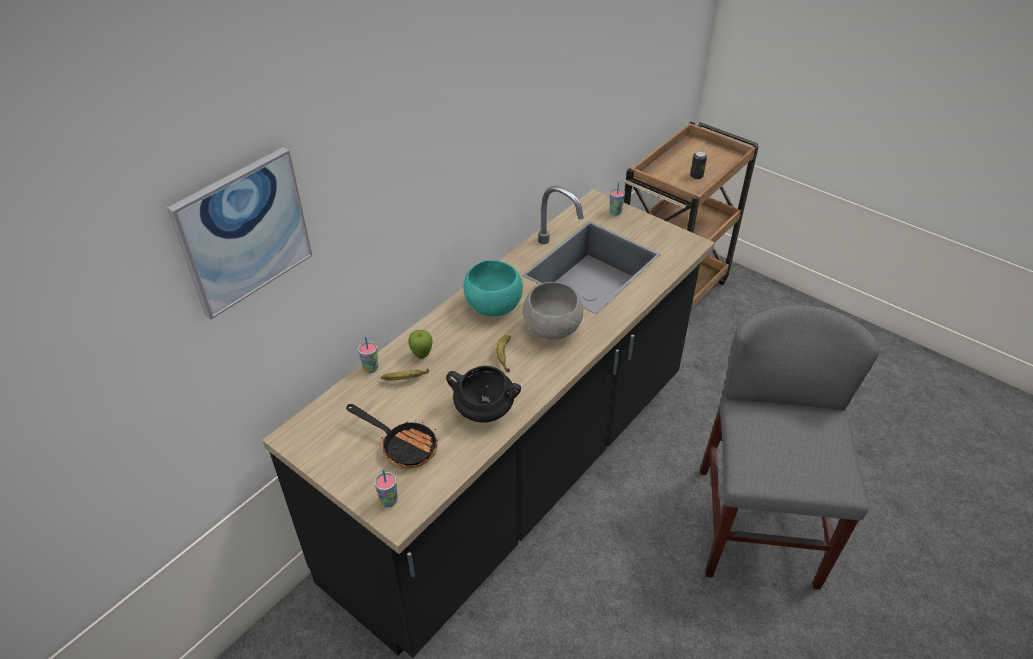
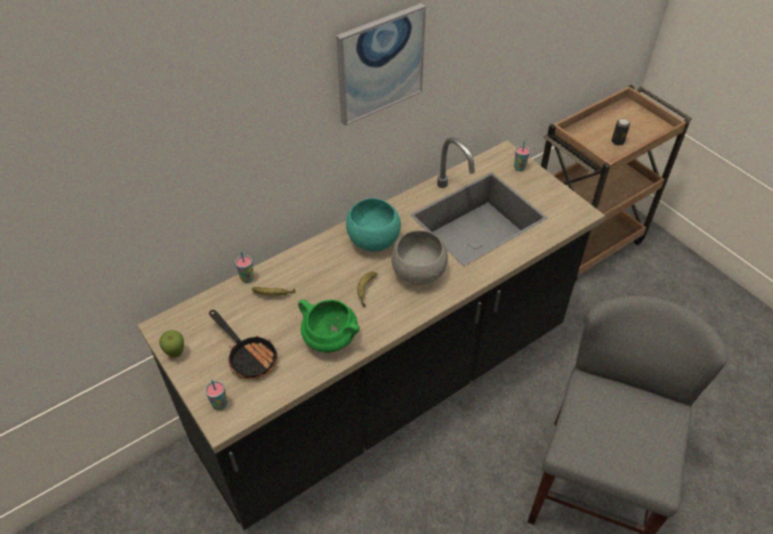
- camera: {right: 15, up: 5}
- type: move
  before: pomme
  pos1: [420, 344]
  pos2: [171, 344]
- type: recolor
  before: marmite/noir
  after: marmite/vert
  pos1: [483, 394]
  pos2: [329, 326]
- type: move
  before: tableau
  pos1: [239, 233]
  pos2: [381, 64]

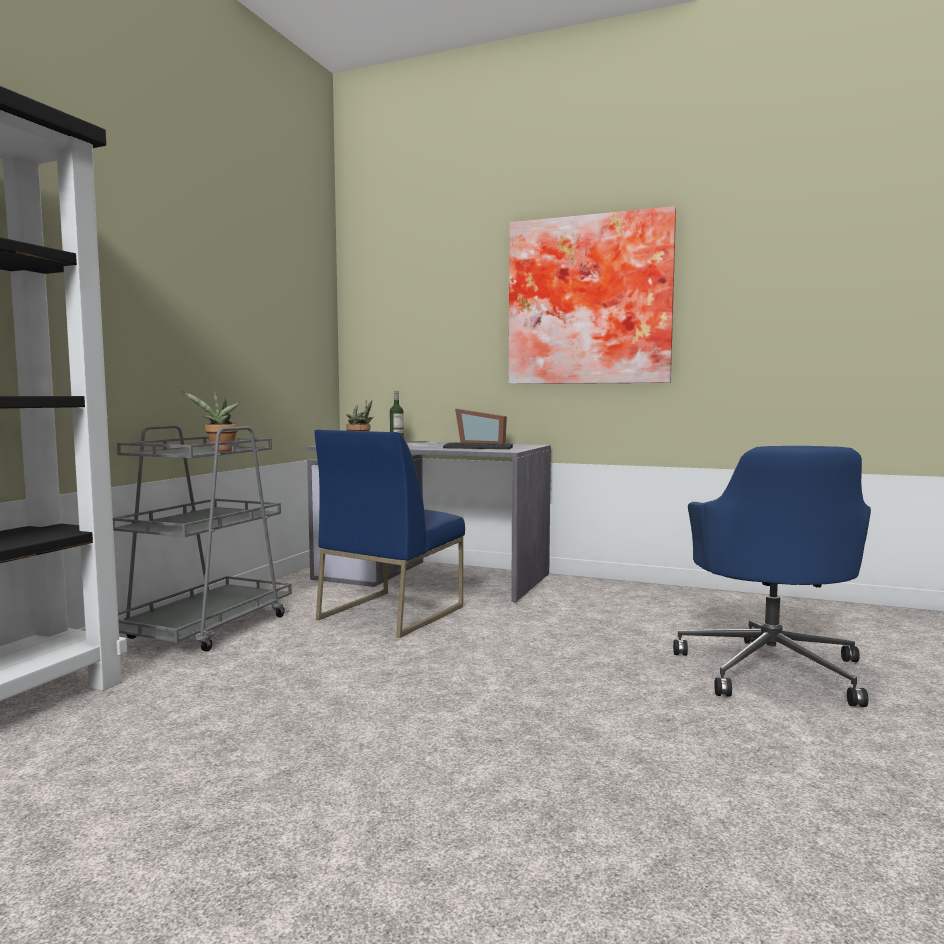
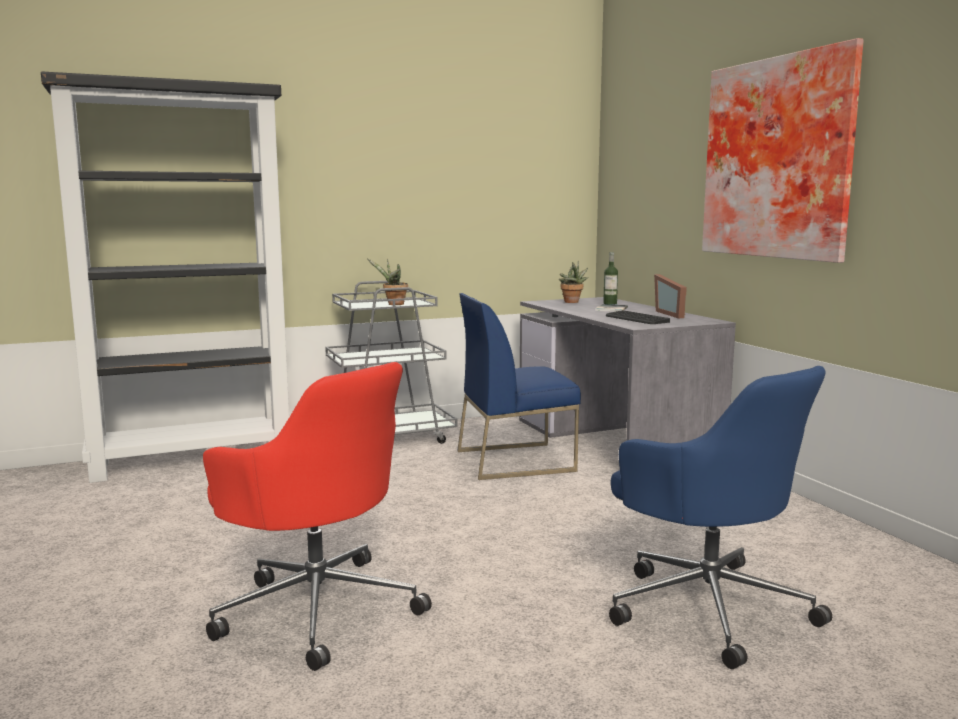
- camera: {right: 45, up: 5}
- type: insert
  after: chaise de bureau/rouge
  pos2: [317, 516]
- type: rotate
  before: chaise de bureau/bleu
  pos1: [772, 576]
  pos2: [720, 517]
  turn: -90

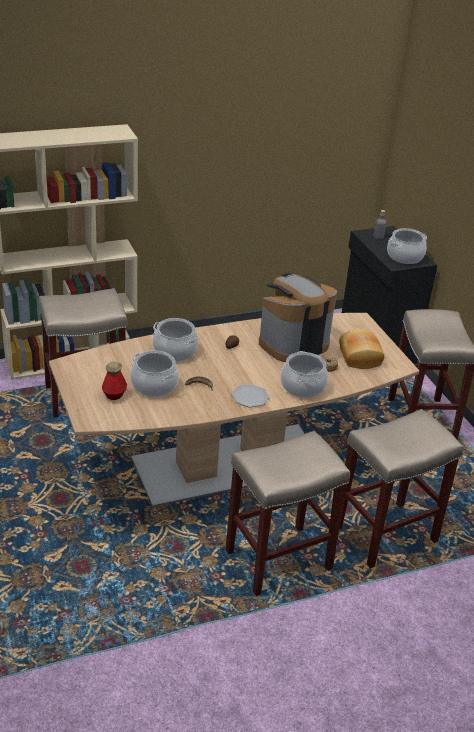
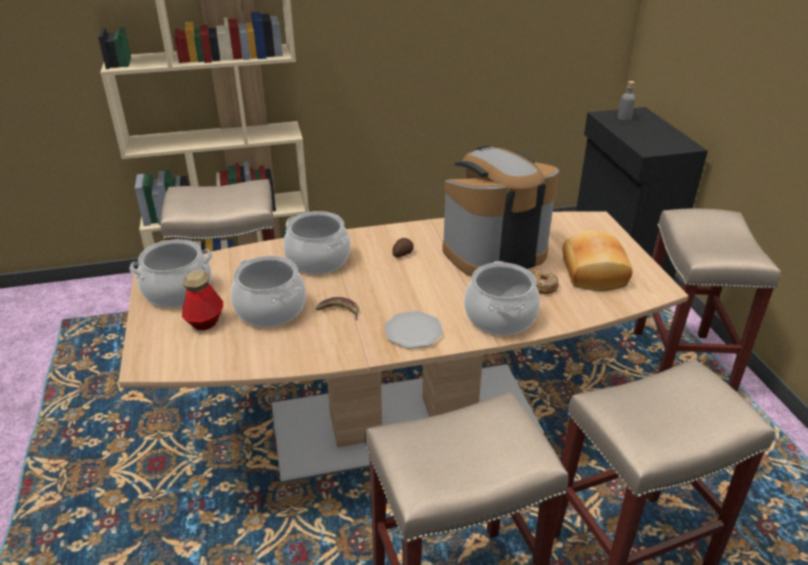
- camera: {right: 10, up: 0}
- type: move
  before: marmite
  pos1: [407, 246]
  pos2: [171, 273]

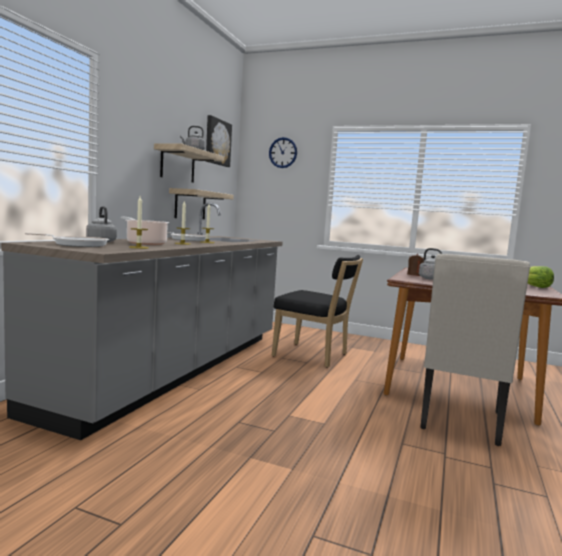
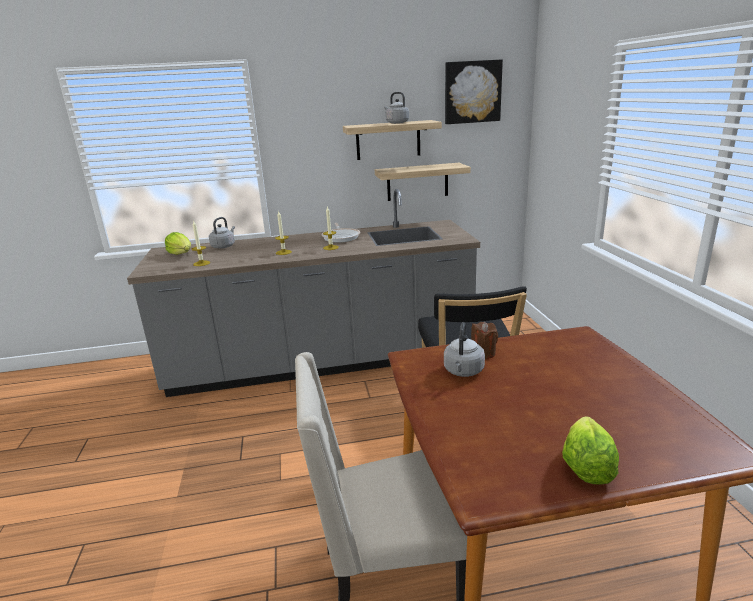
- camera: {right: 60, up: 15}
- type: replace
  before: poêle
  after: laitue
  pos1: [67, 240]
  pos2: [178, 243]
- type: delete
  before: marmite
  pos1: [145, 230]
- type: delete
  before: horloge murale
  pos1: [283, 152]

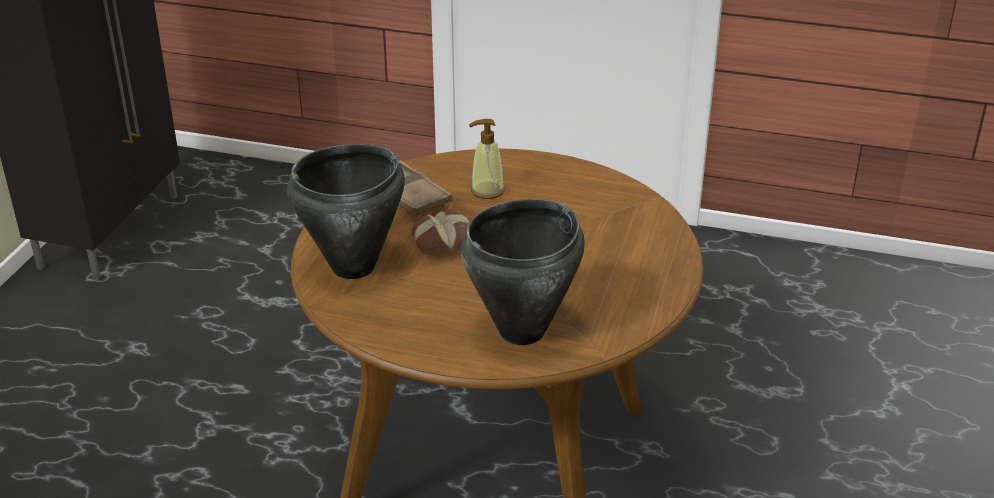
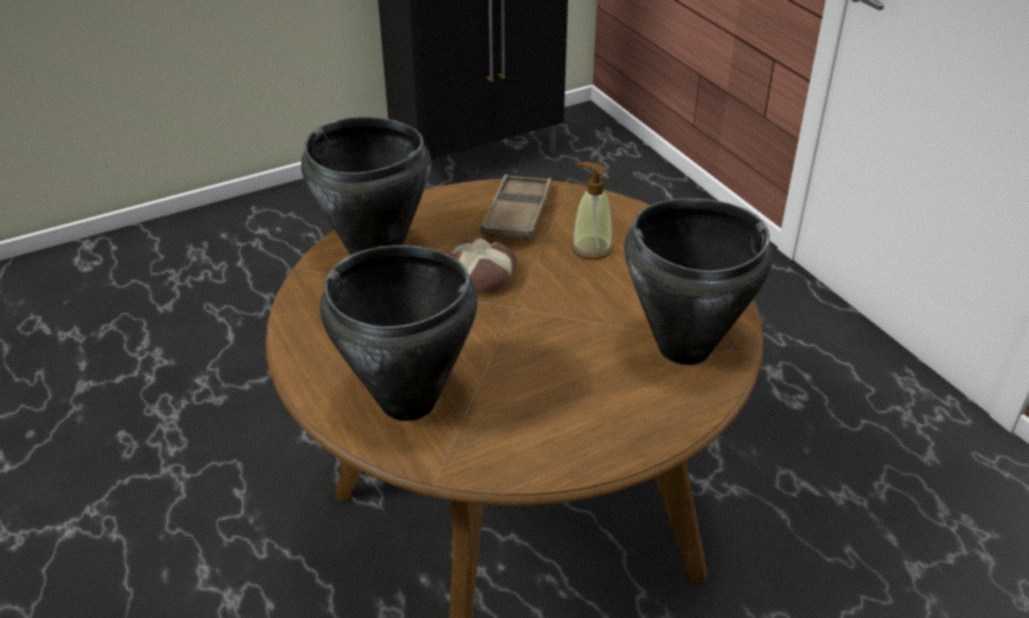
- camera: {right: 45, up: 5}
- type: insert
  after: marmite/noir
  pos2: [698, 281]

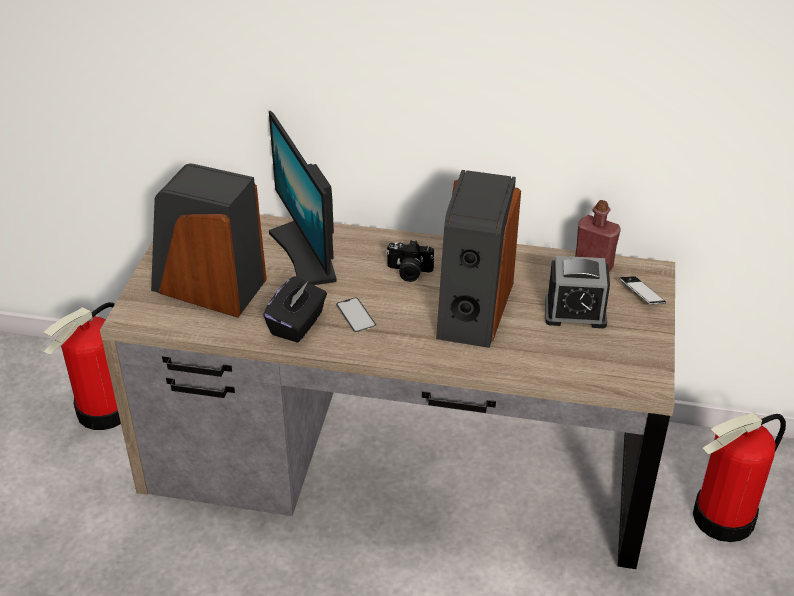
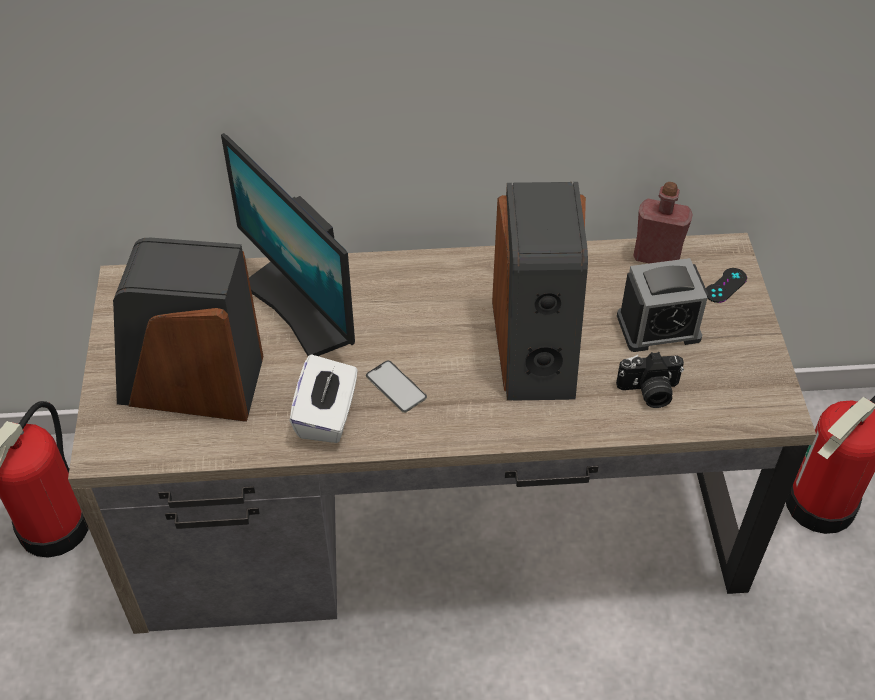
- camera: {right: -15, up: 10}
- type: recolor
  before: boîte à mouchoirs/noir
  after: boîte à mouchoirs/blanc
  pos1: [295, 309]
  pos2: [324, 398]
- type: move
  before: appareil photo
  pos1: [410, 261]
  pos2: [650, 380]
- type: replace
  before: téléphone
  after: manette/noir
  pos1: [643, 290]
  pos2: [726, 285]

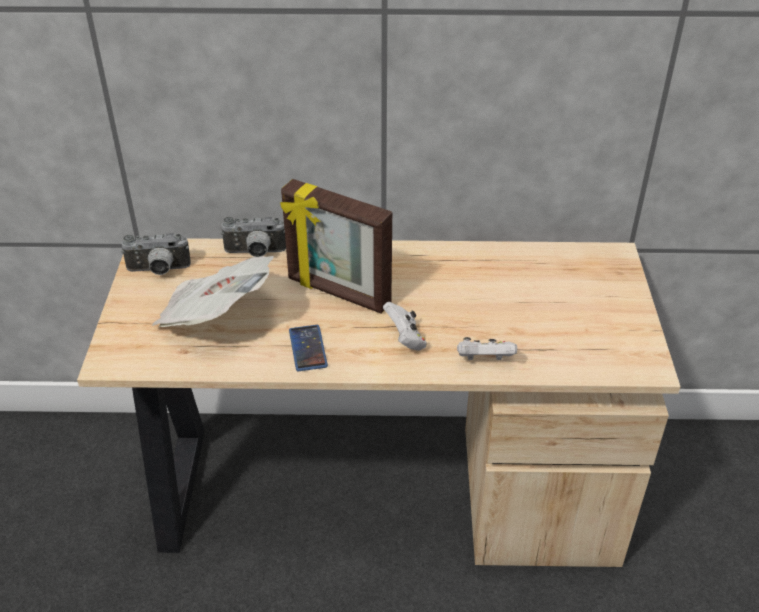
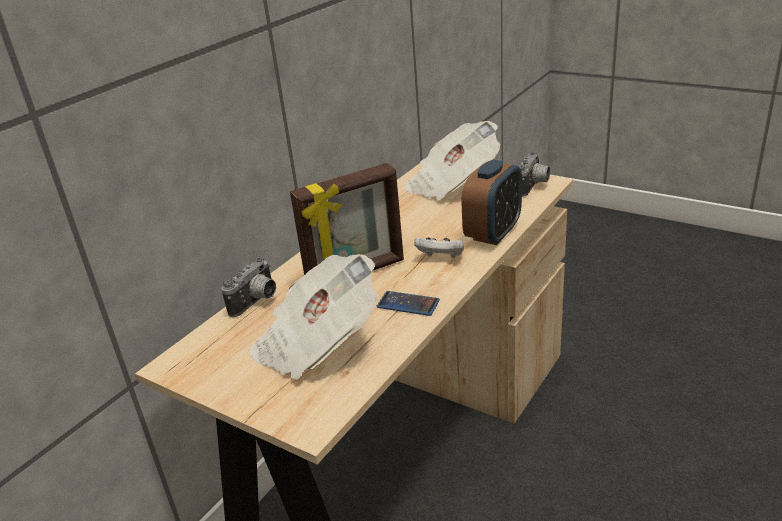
- camera: {right: -55, up: -10}
- type: insert
  after: journal
  pos2: [452, 160]
- type: replace
  before: manette/blanc
  after: réveil
  pos1: [487, 348]
  pos2: [492, 202]
- type: move
  before: appareil photo
  pos1: [156, 254]
  pos2: [534, 174]

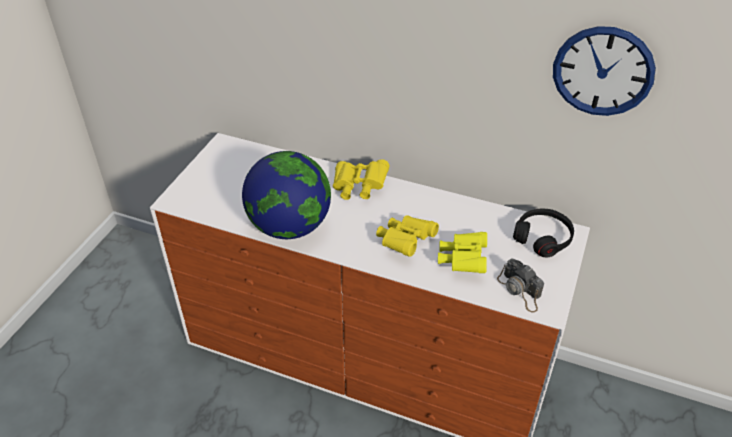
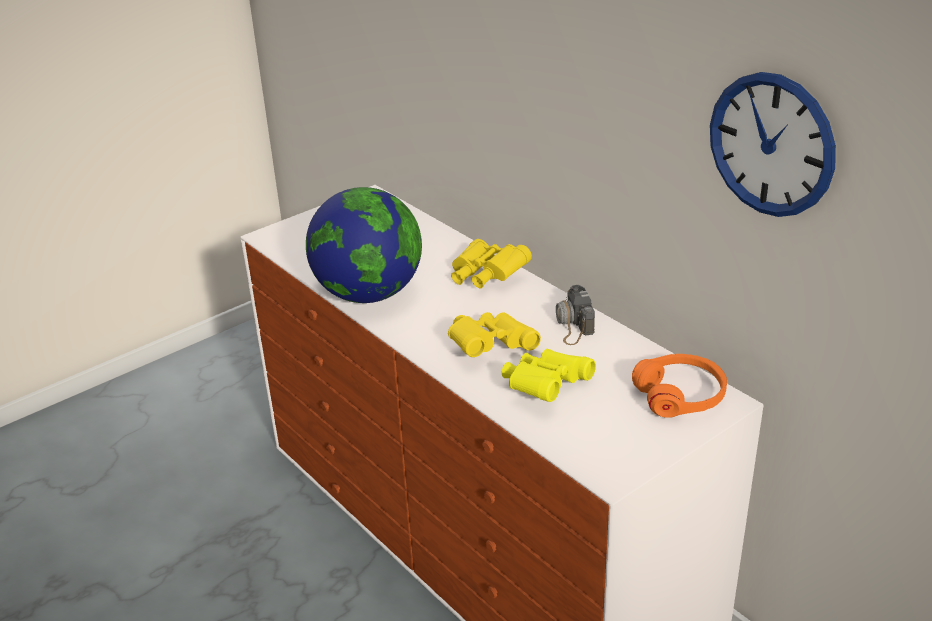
- camera: {right: 30, up: -10}
- type: move
  before: appareil photo
  pos1: [520, 285]
  pos2: [575, 315]
- type: recolor
  before: casque audio/noir
  after: casque audio/orange
  pos1: [543, 233]
  pos2: [679, 386]

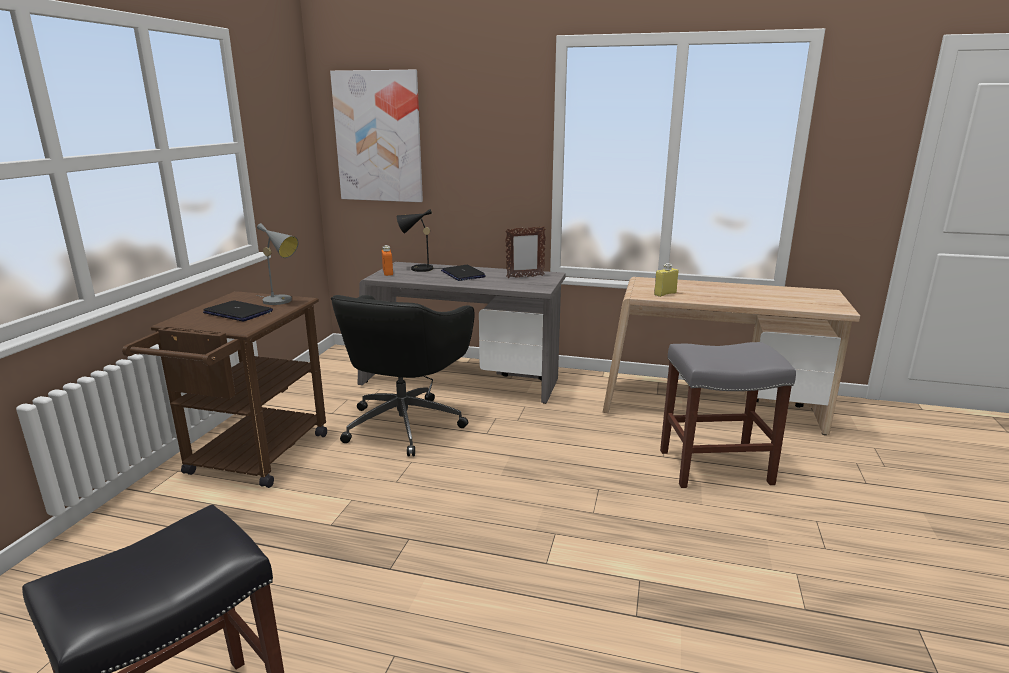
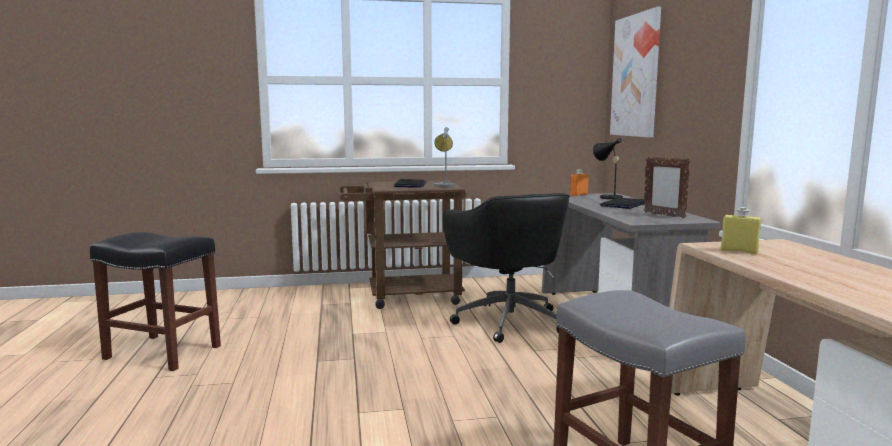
- camera: {right: 65, up: -10}
- type: rotate
  before: chaise de bureau/noir
  pos1: [403, 375]
  pos2: [506, 268]
  turn: -105

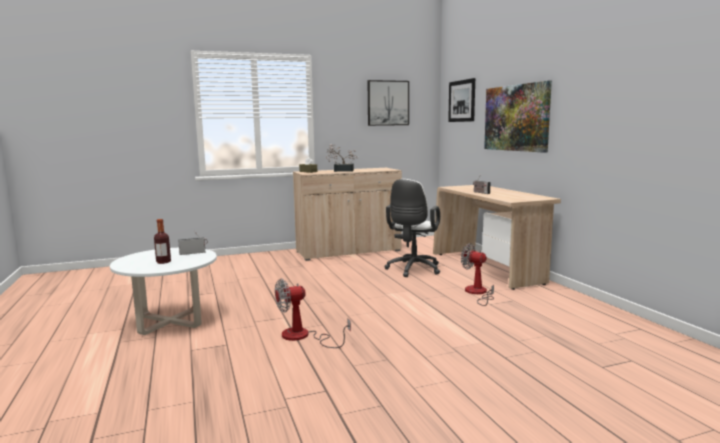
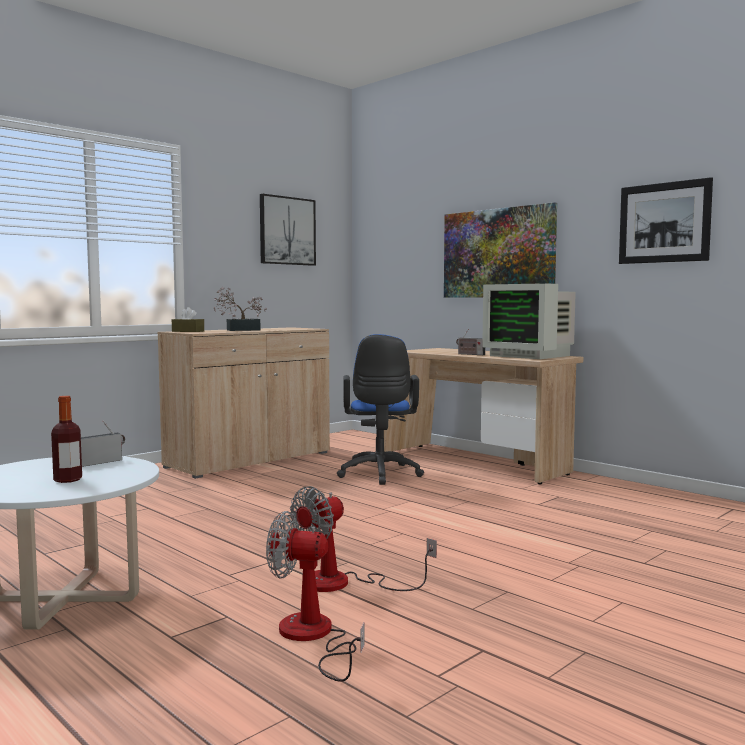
- camera: {right: -25, up: -5}
- type: move
  before: ventilateur
  pos1: [477, 274]
  pos2: [315, 596]
- type: recolor
  before: chaise de bureau/blanc
  after: chaise de bureau/bleu
  pos1: [412, 228]
  pos2: [380, 409]
- type: insert
  after: écran d'ordinateur
  pos2: [529, 321]
- type: move
  before: tableau
  pos1: [461, 100]
  pos2: [666, 220]

